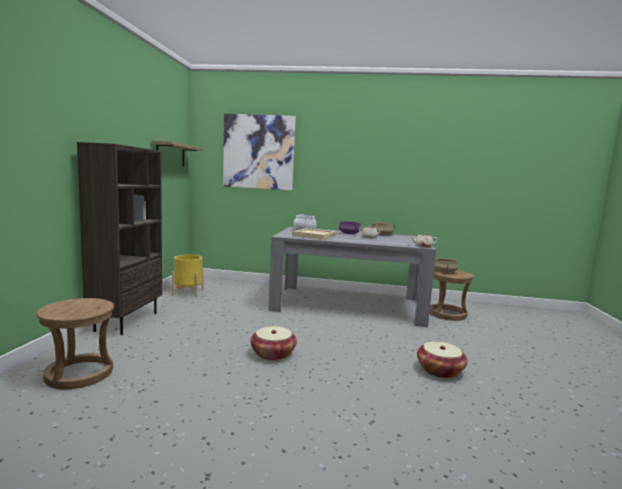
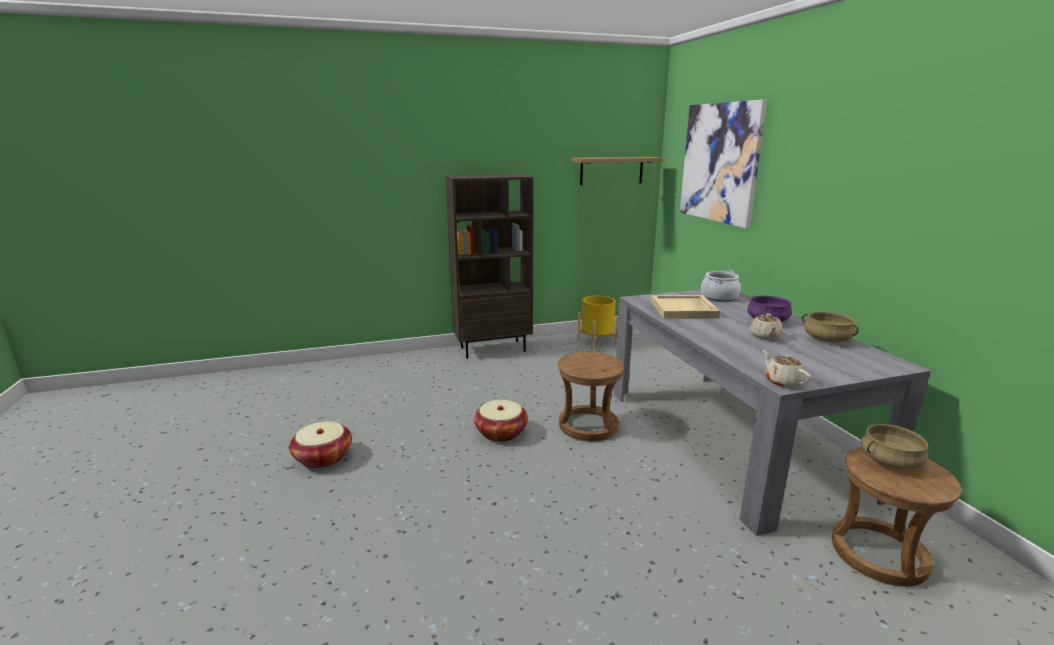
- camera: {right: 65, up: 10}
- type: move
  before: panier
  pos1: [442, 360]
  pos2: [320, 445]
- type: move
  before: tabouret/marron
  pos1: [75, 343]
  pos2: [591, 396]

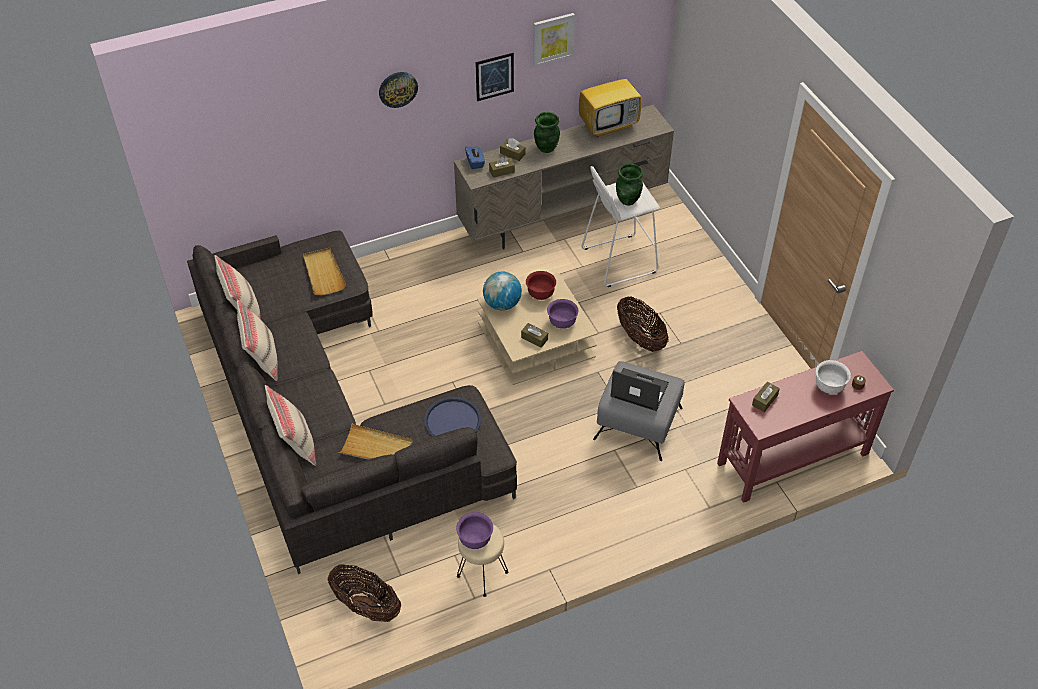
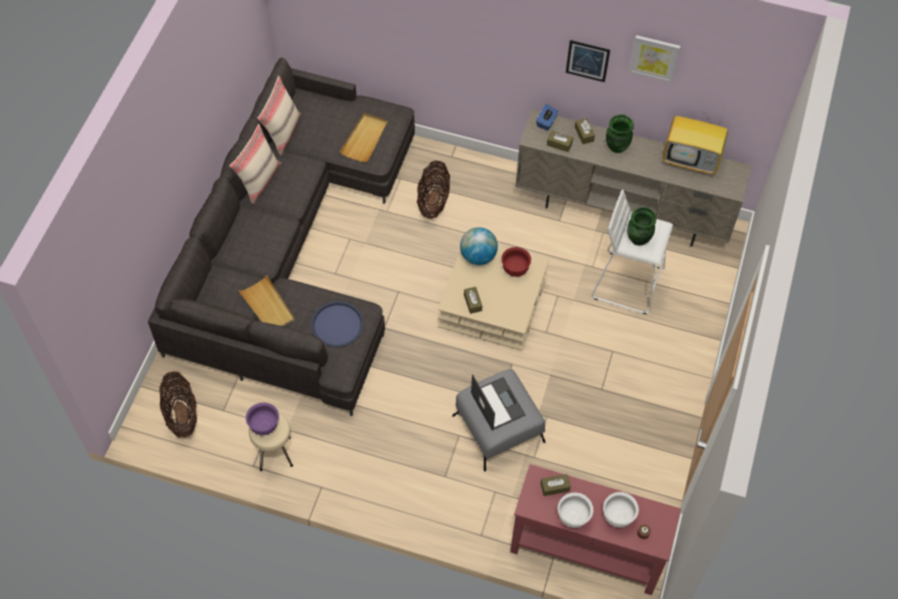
- camera: {right: 40, up: 10}
- type: move
  before: panier
  pos1: [643, 324]
  pos2: [433, 189]
- type: insert
  after: bol/blanc
  pos2: [575, 510]
- type: delete
  before: coussin/beige
  pos1: [290, 425]
- type: delete
  before: horloge murale
  pos1: [398, 90]
- type: delete
  before: bol/violet
  pos1: [562, 314]

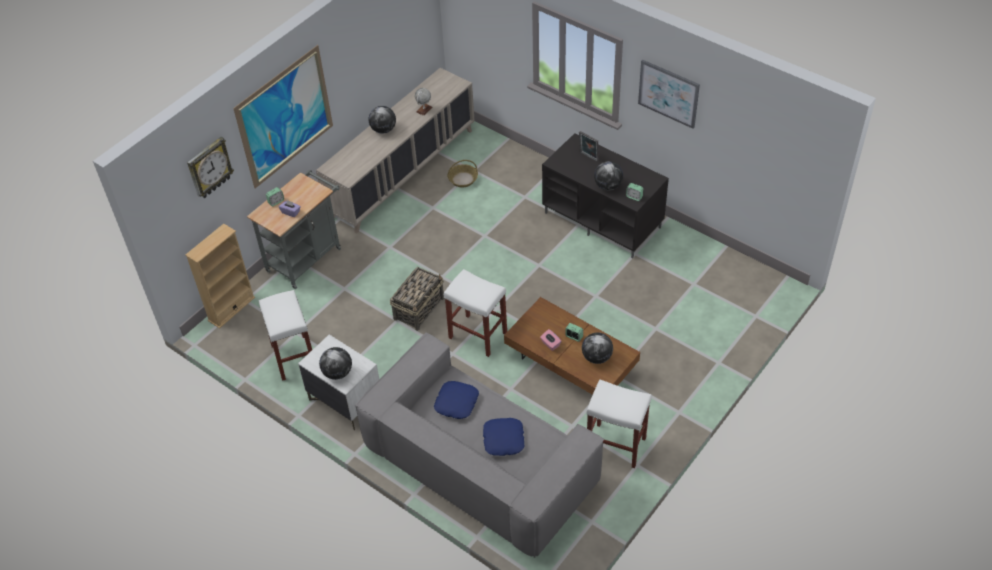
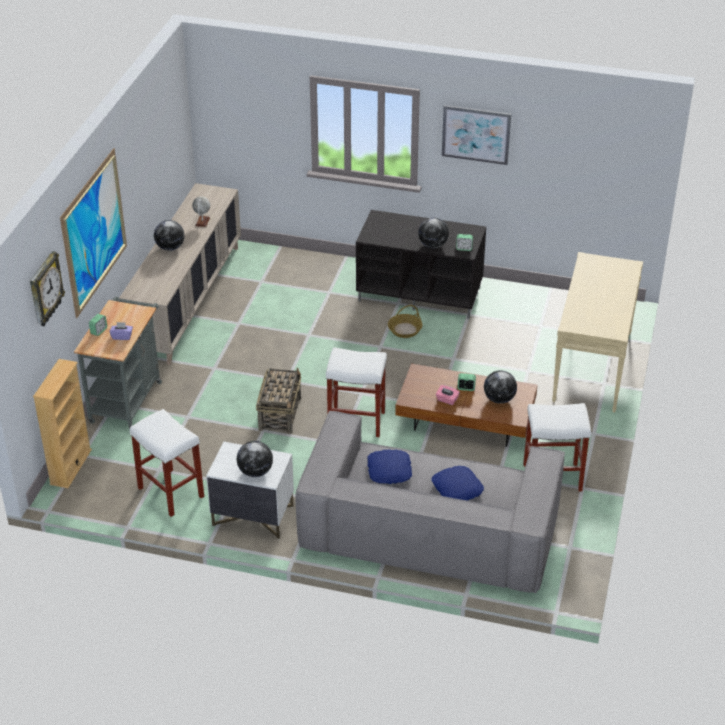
- camera: {right: -25, up: -10}
- type: move
  before: panier
  pos1: [462, 173]
  pos2: [405, 321]
- type: insert
  after: table console/beige
  pos2: [597, 332]
- type: delete
  before: cadre photo
  pos1: [589, 146]

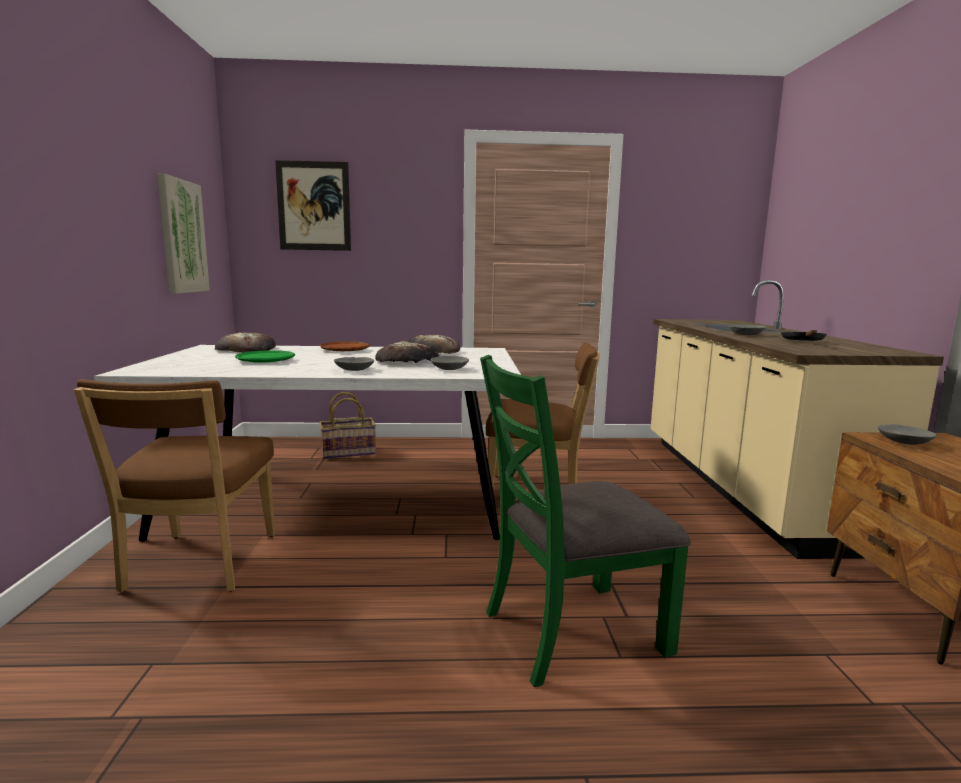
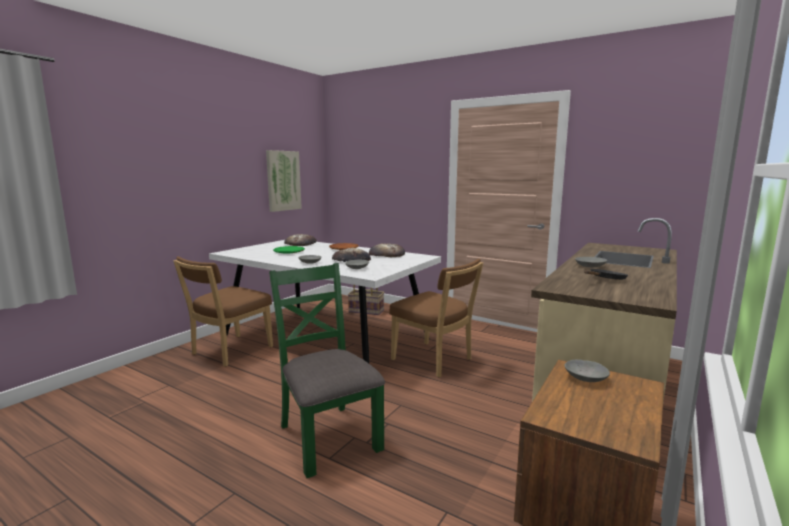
- camera: {right: 35, up: 0}
- type: rotate
  before: chaise/vert
  pos1: [585, 521]
  pos2: [327, 370]
  turn: 45
- type: delete
  before: tableau
  pos1: [313, 205]

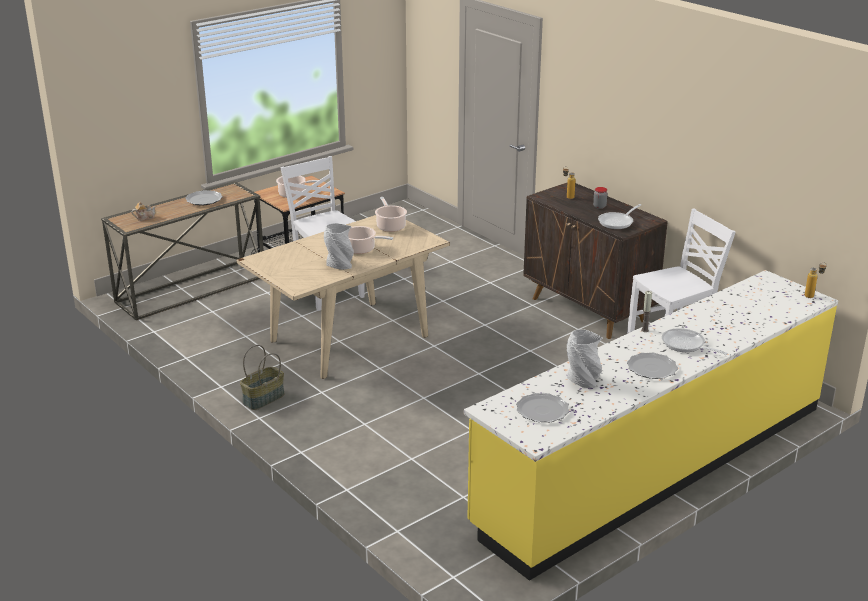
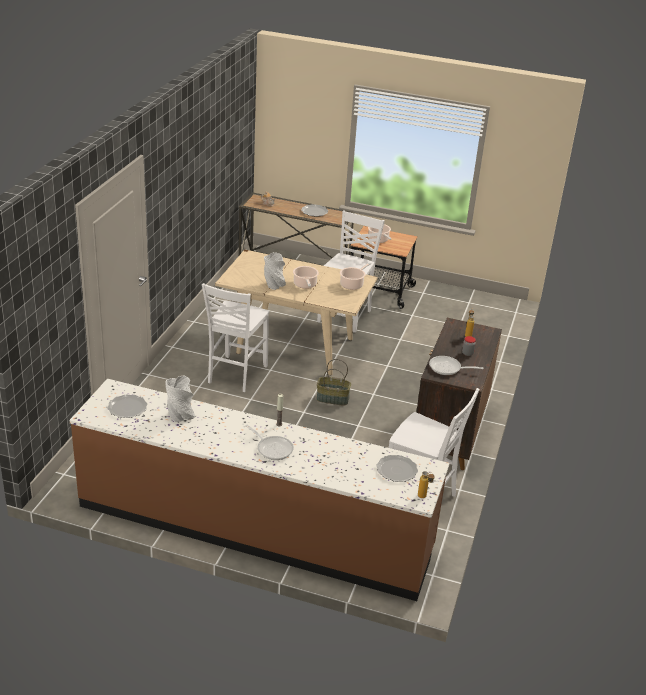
- camera: {right: 55, up: 5}
- type: recolor
  before: comptoir de cuisine/jaune
  after: comptoir de cuisine/marron
  pos1: [651, 425]
  pos2: [260, 490]
- type: insert
  after: chaise/blanc
  pos2: [236, 337]
- type: rotate
  before: poêle
  pos1: [695, 341]
  pos2: [269, 442]
  turn: 120
- type: move
  before: panier
  pos1: [262, 377]
  pos2: [333, 382]
- type: move
  before: assiette
  pos1: [652, 366]
  pos2: [397, 468]

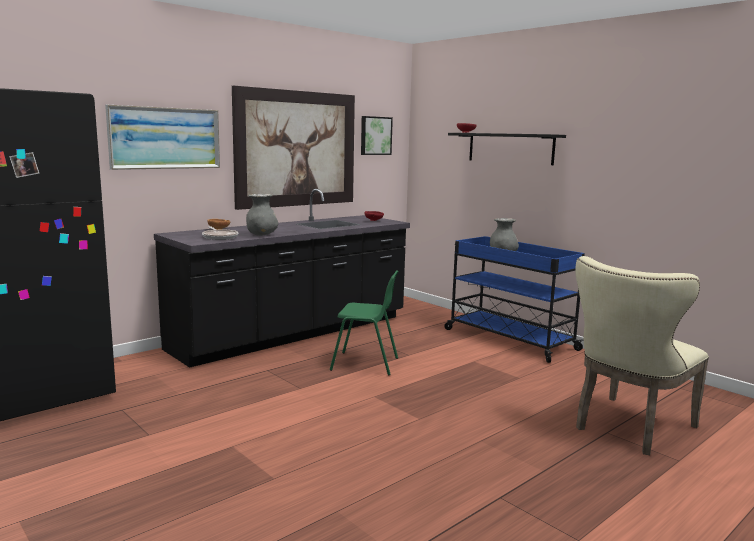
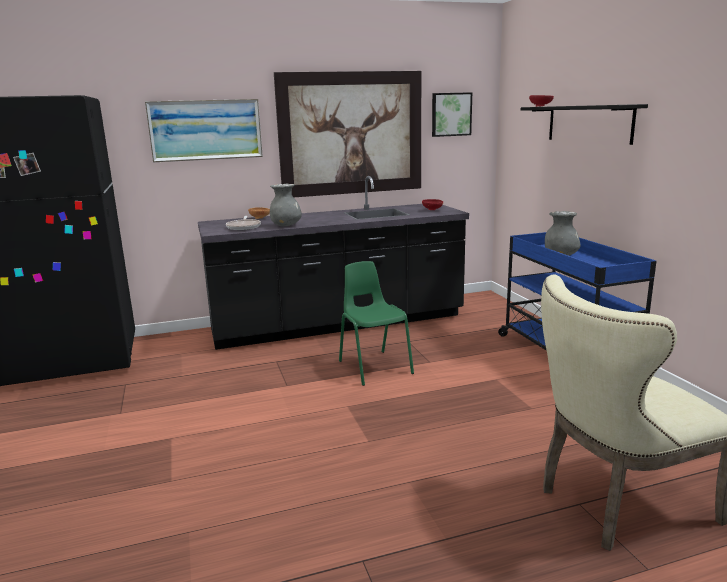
- camera: {right: 25, up: 5}
- type: rotate
  before: chaise/vert
  pos1: [364, 323]
  pos2: [376, 323]
  turn: -150

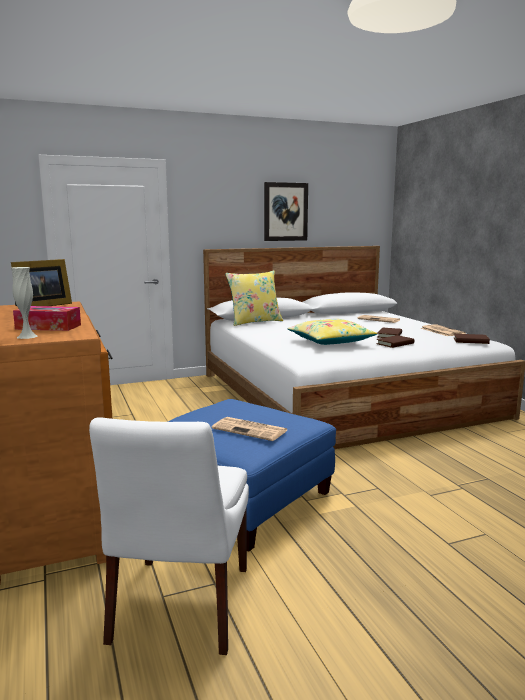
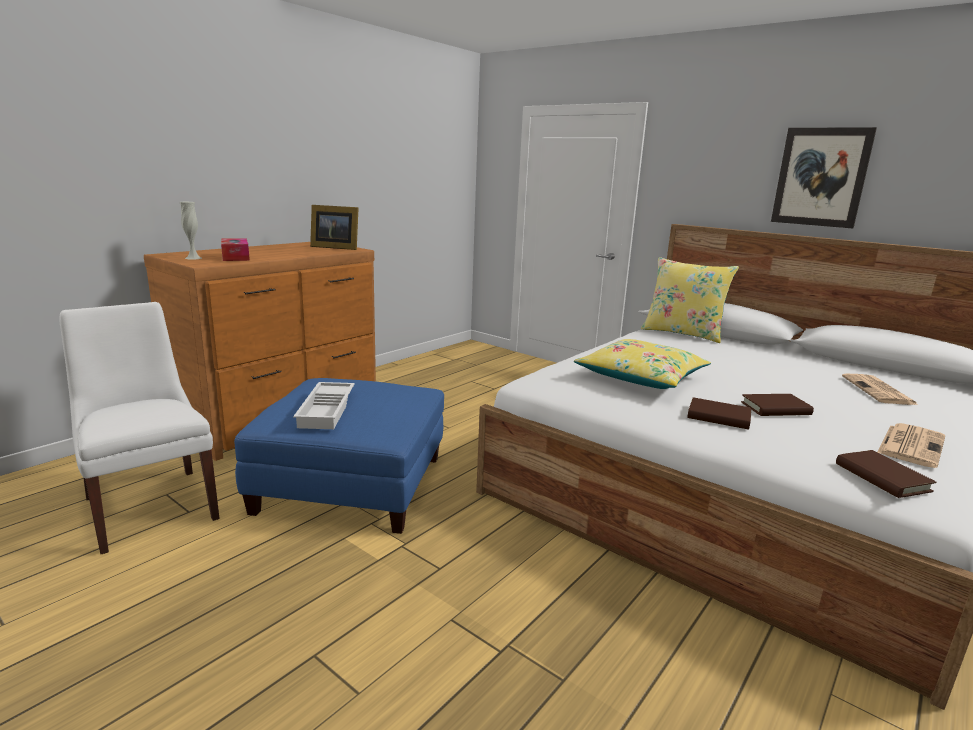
- camera: {right: 60, up: 5}
- type: rotate
  before: chaise/blanc
  pos1: [169, 536]
  pos2: [139, 428]
  turn: 75
- type: replace
  before: journal
  after: plateau/blanc
  pos1: [249, 429]
  pos2: [324, 405]

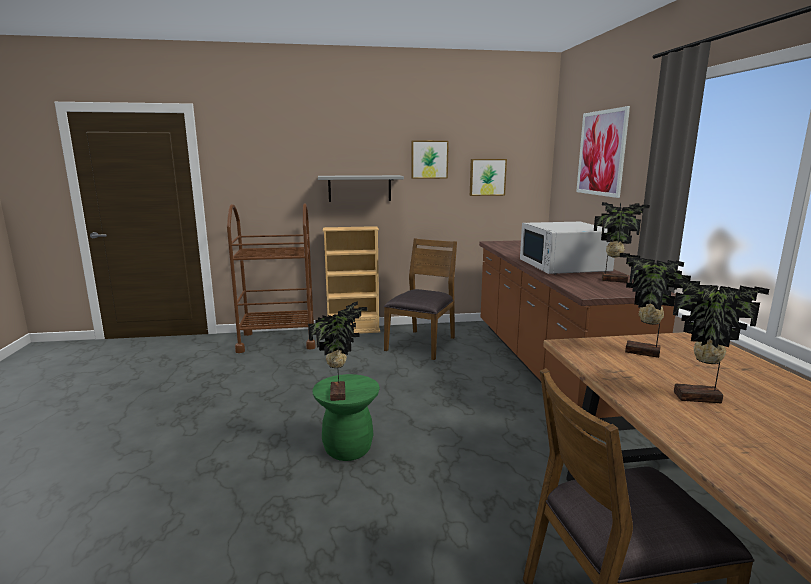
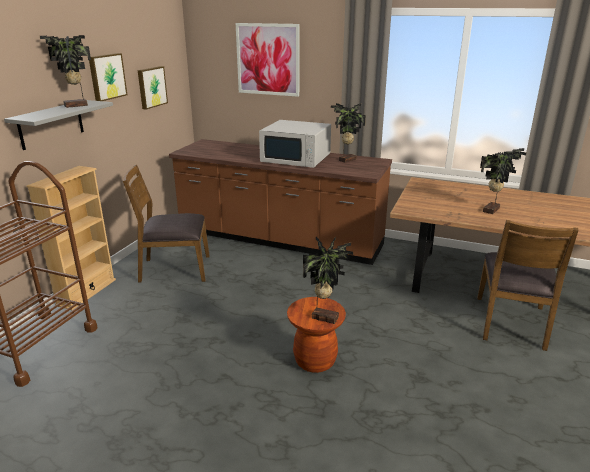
- camera: {right: -60, up: 10}
- type: move
  before: plante en pot
  pos1: [655, 305]
  pos2: [65, 71]
- type: rotate
  before: chaise/marron
  pos1: [420, 299]
  pos2: [166, 223]
  turn: -60
- type: recolor
  before: tabouret/vert
  after: tabouret/marron
  pos1: [346, 417]
  pos2: [316, 335]

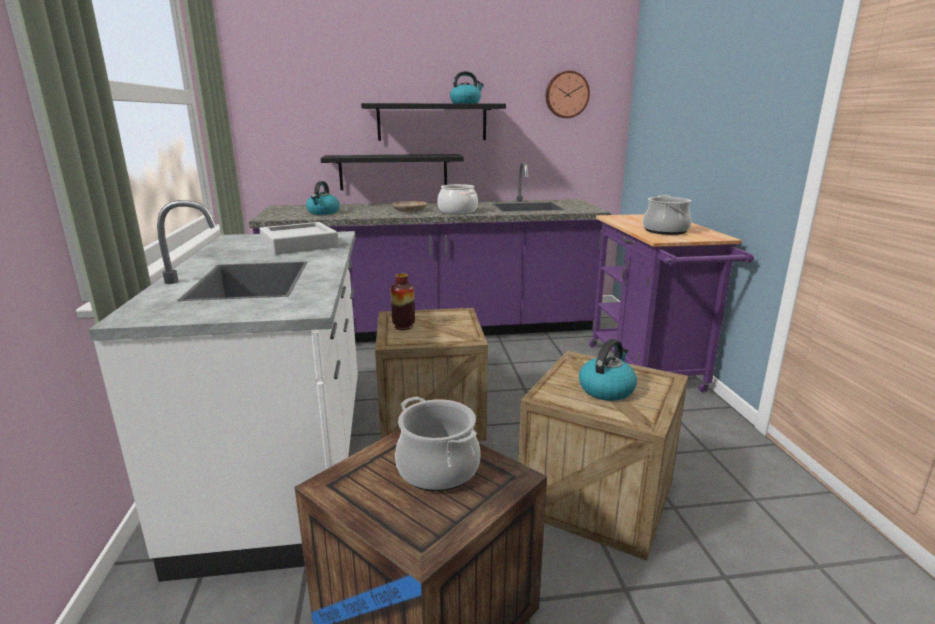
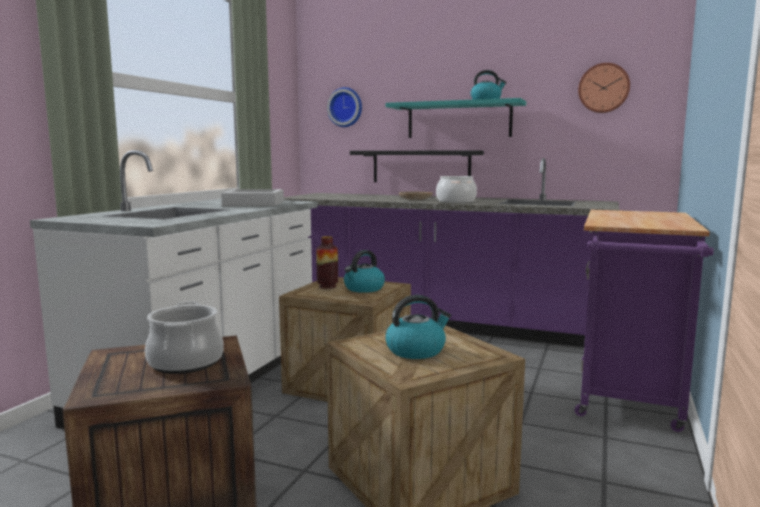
- camera: {right: 30, up: -10}
- type: insert
  after: horloge murale
  pos2: [344, 107]
- type: move
  before: bouilloire
  pos1: [323, 198]
  pos2: [364, 271]
- type: recolor
  before: étagère/noir
  after: étagère/turquoise
  pos1: [433, 122]
  pos2: [456, 118]
- type: delete
  before: marmite
  pos1: [667, 215]

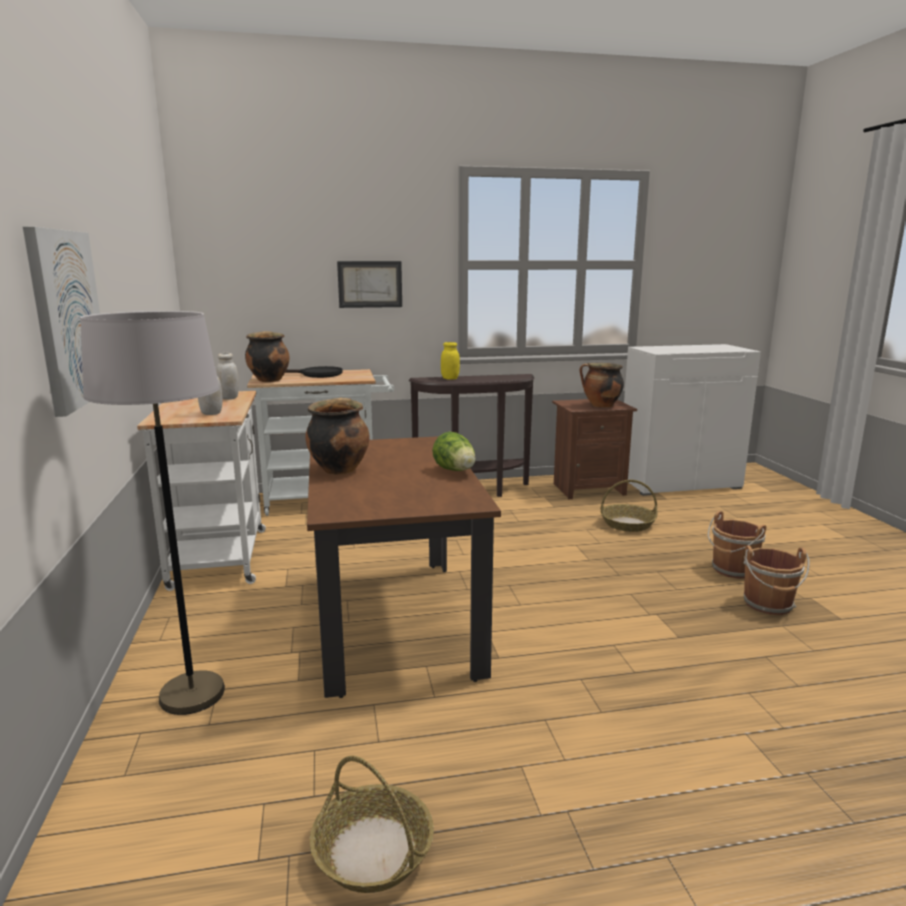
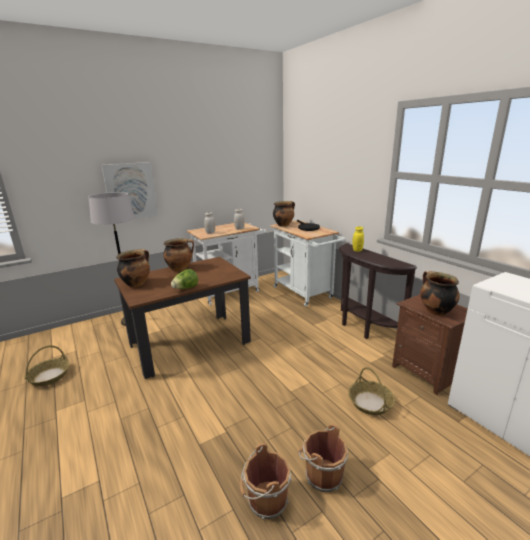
- camera: {right: 70, up: 5}
- type: insert
  after: marmite
  pos2: [133, 268]
- type: delete
  before: tableau
  pos1: [369, 284]

